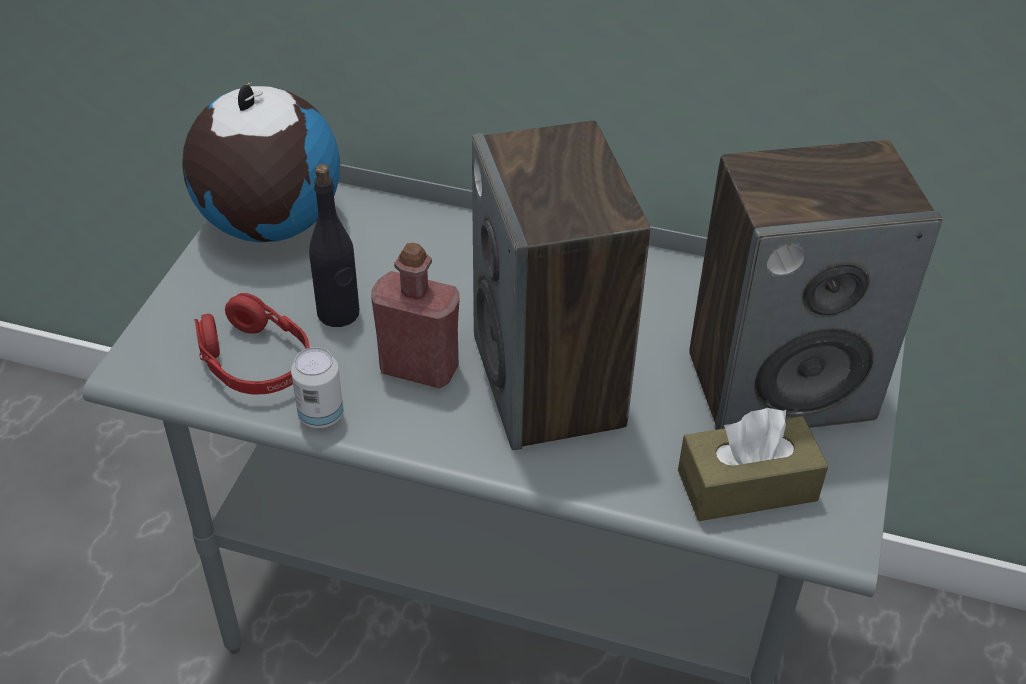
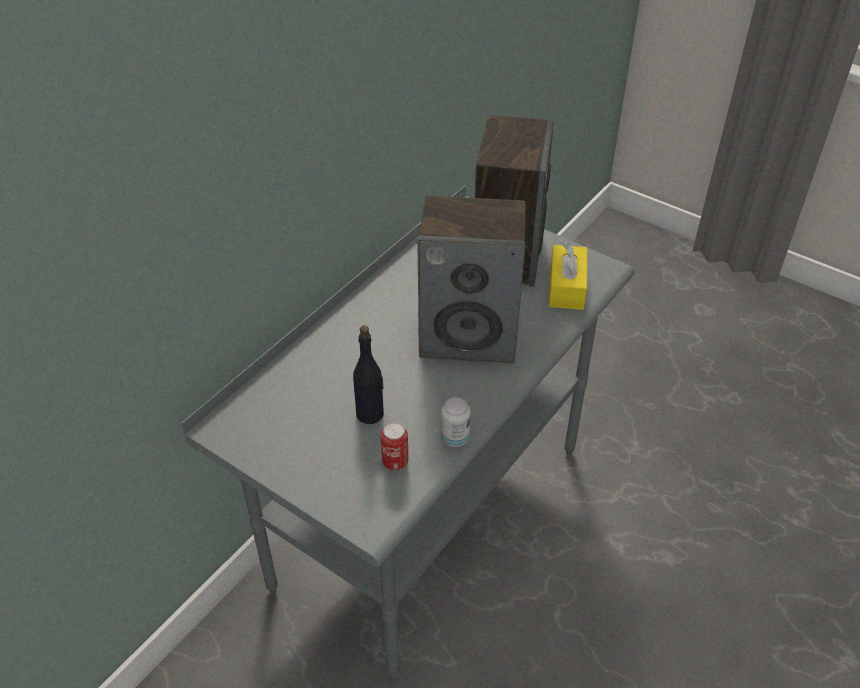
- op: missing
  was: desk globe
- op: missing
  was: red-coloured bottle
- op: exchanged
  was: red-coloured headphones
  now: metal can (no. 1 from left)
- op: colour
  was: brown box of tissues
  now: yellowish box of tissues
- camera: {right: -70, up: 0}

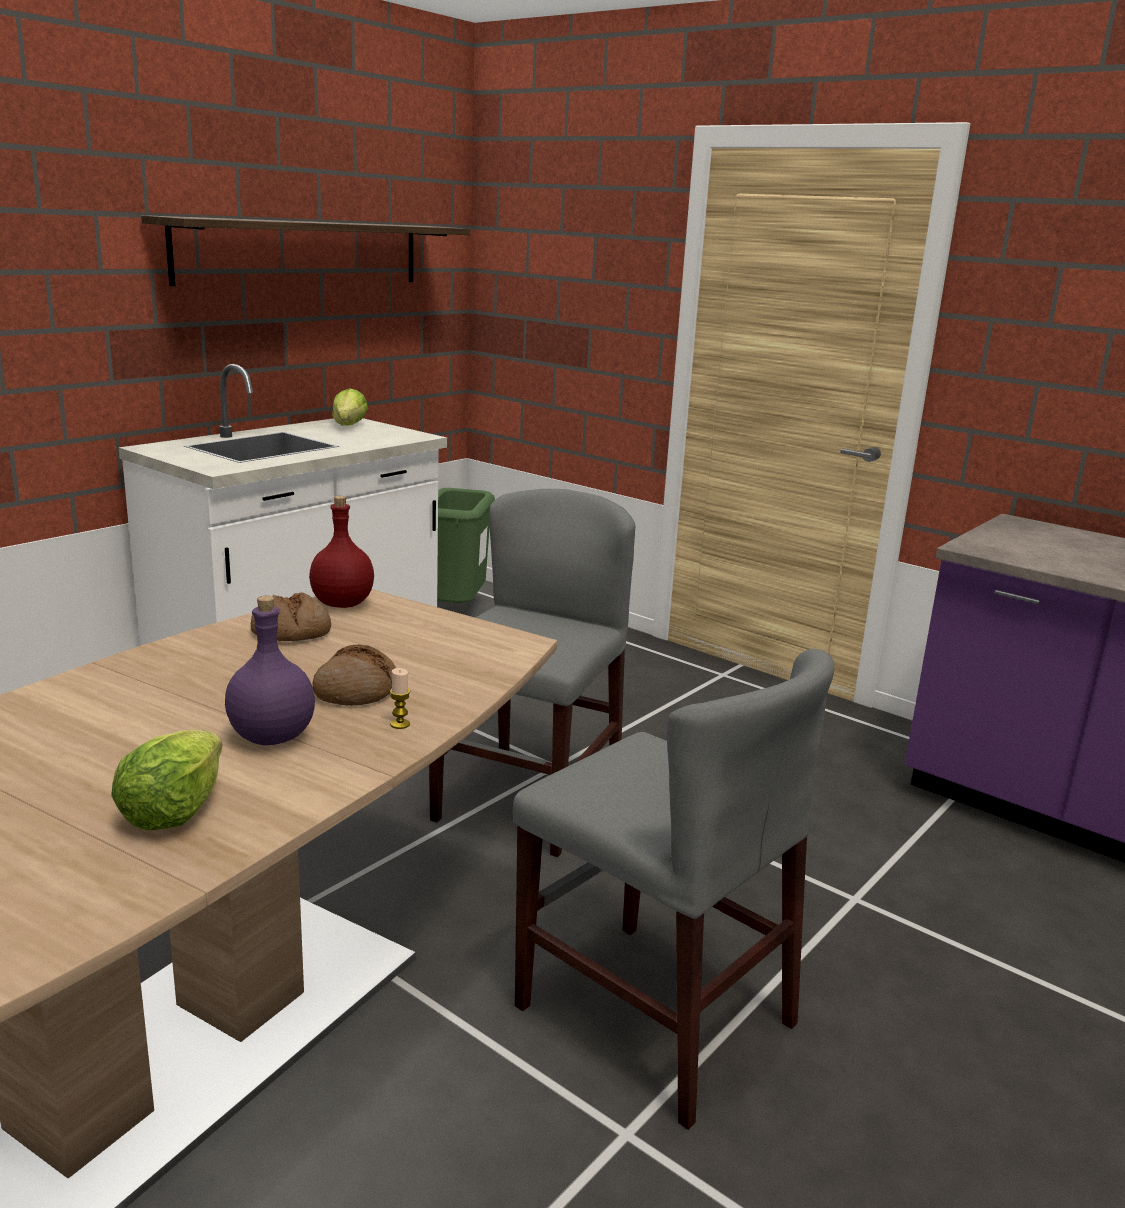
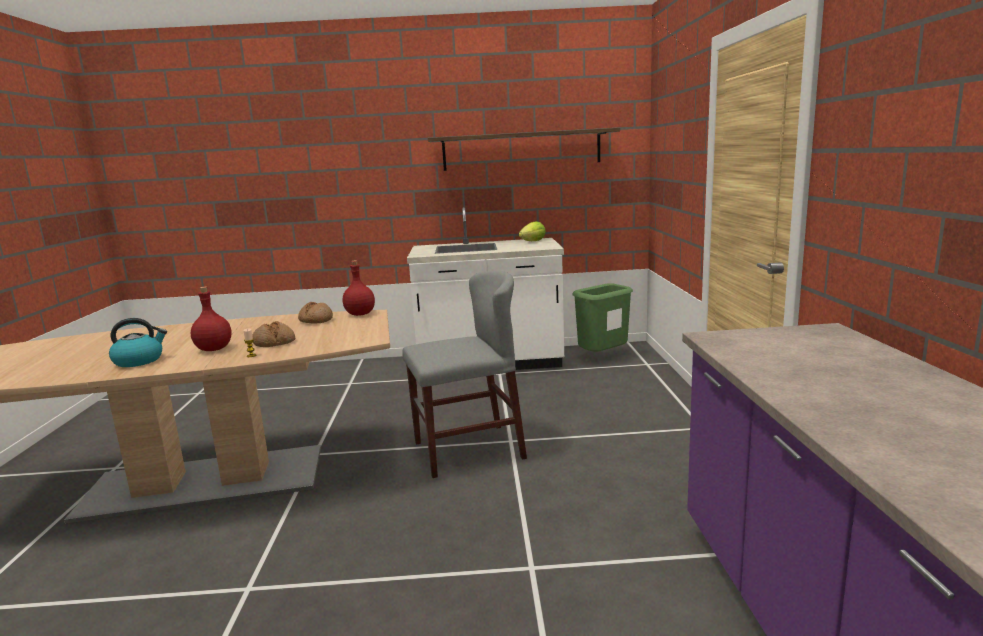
- op: missing
  was: grey chair (no. 2 from left)
- op: exchanged
  was: lettuce head (no. 1 from left)
  now: tea kettle
- op: colour
  was: purple-coloured bottle
  now: red-coloured bottle (no. 1 from left)
- camera: {right: 50, up: -5}

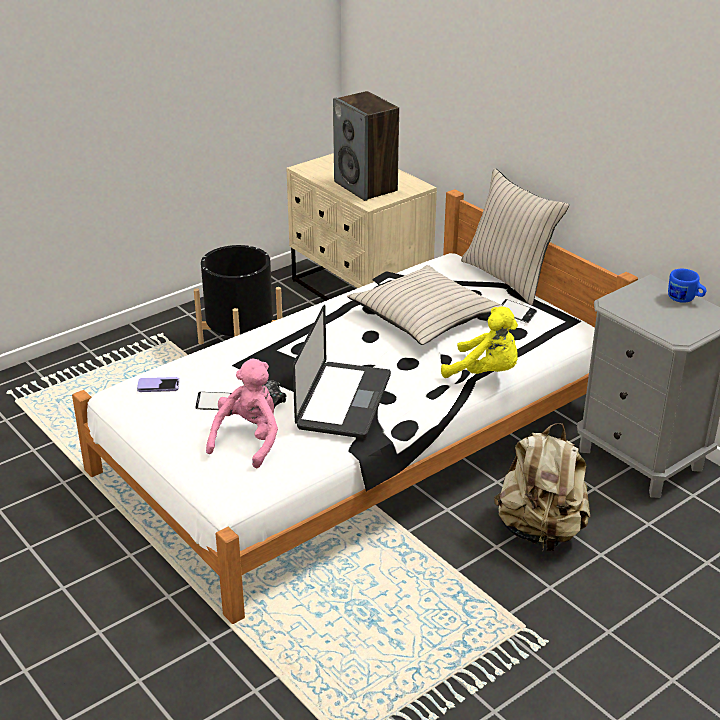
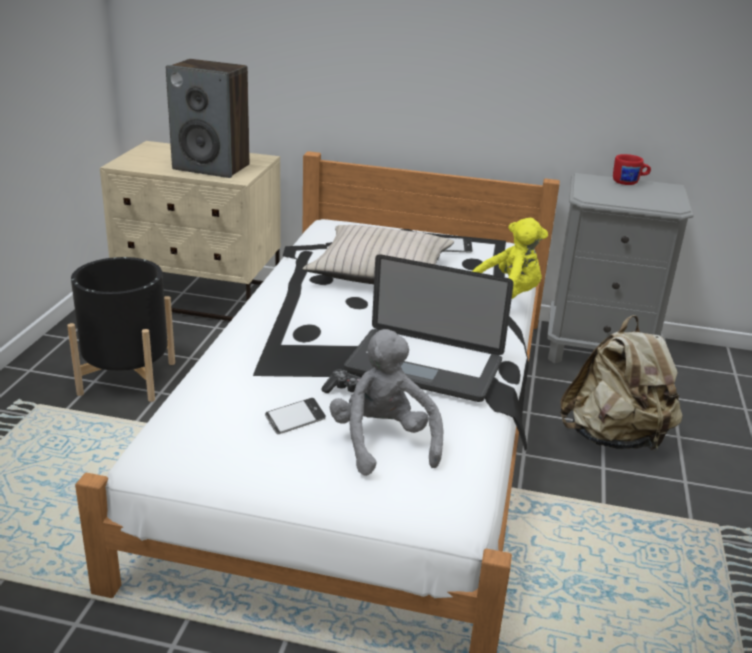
- op: missing
  was: handset (no. 1 from left)
- op: missing
  was: beige throw pillow (no. 2 from left)
- op: colour
  was: pink-coloured cuddly toy
  now: grey cuddly toy
- op: colour
  was: blue tea mug
  now: red-coloured tea mug
- op: spun
  was: notebook computer
  clockwise: 135
- camera: {right: -40, up: -5}

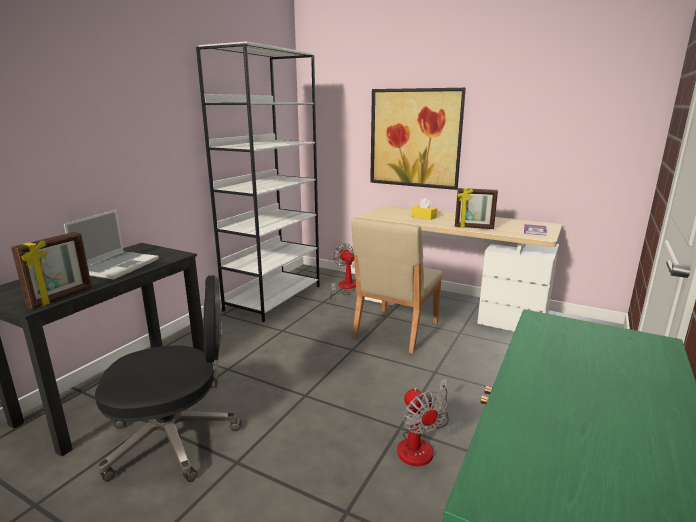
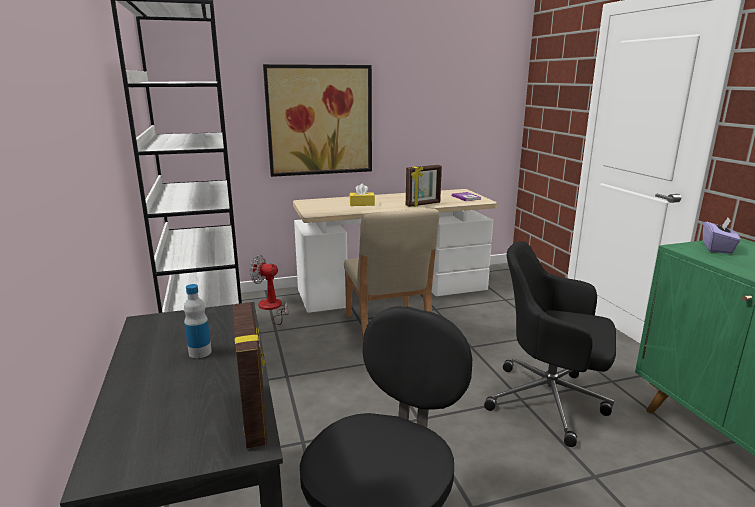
- op: appeared
  now: purple-coloured box of tissues
- op: exchanged
  was: notebook computer
  now: bottle
- op: exchanged
  was: cooling fan (no. 2 from left)
  now: blackish desk chair (no. 2 from left)
- camera: {right: -45, up: 0}

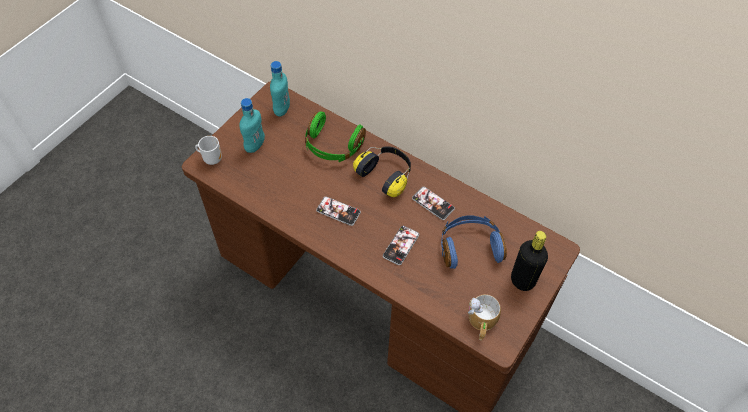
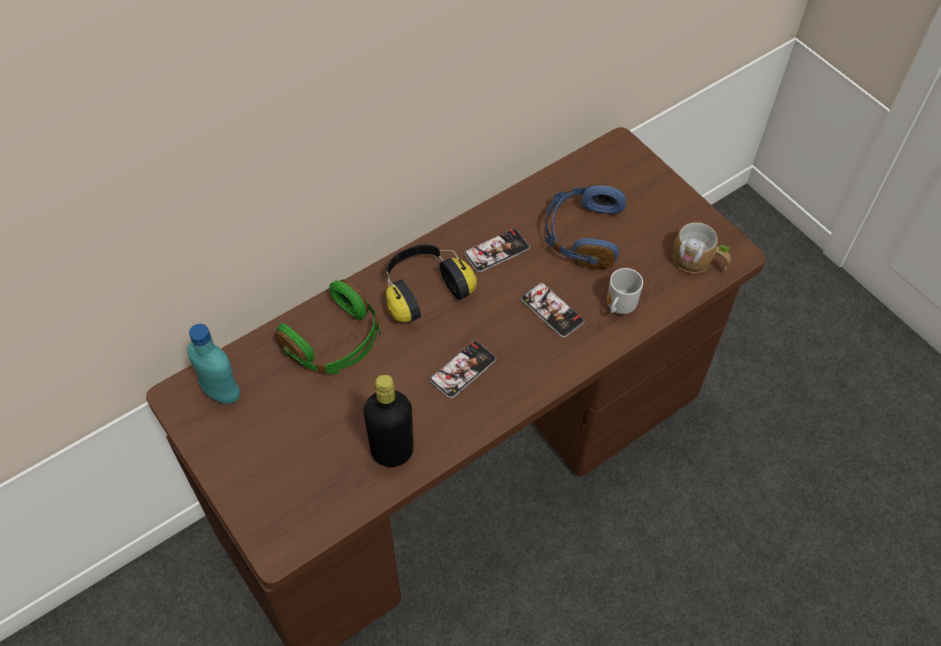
- op: missing
  was: turquoise bottle (no. 1 from left)
- op: relocated
  was: tea mug (no. 1 from left)
- op: relocated
  was: blackish bottle
- camera: {right: -70, up: 0}

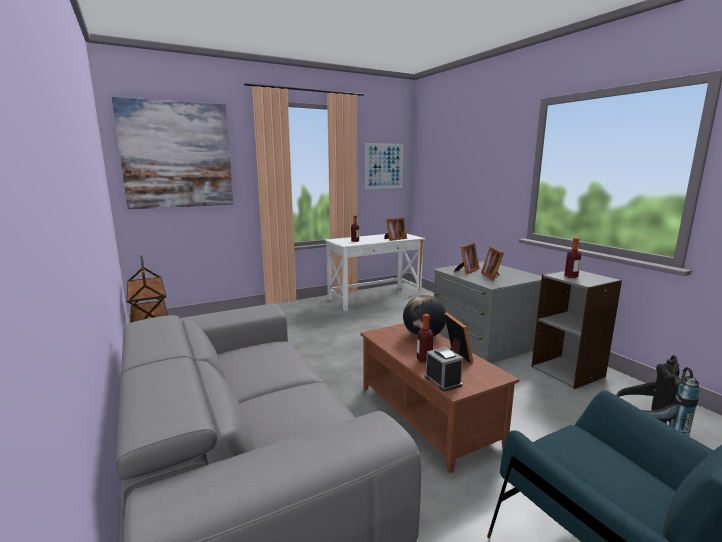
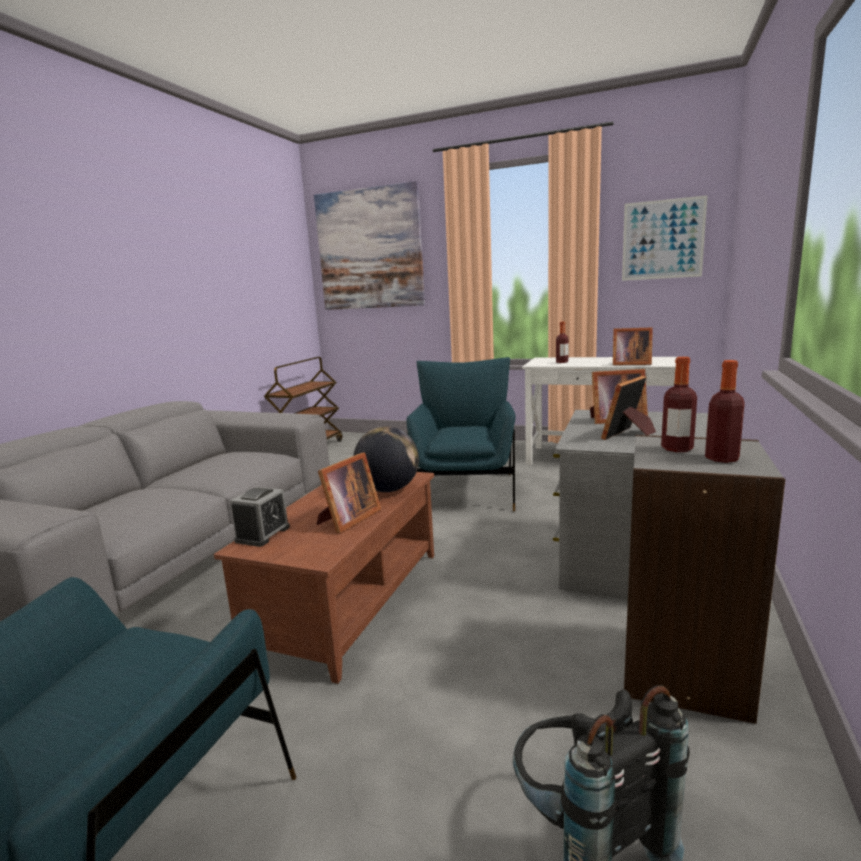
- op: appeared
  now: blue lounge chair (no. 2 from left)
- op: relocated
  was: bottle (no. 2 from left in the first image)
  now: bottle (no. 3 from left)
- camera: {right: 50, up: 0}

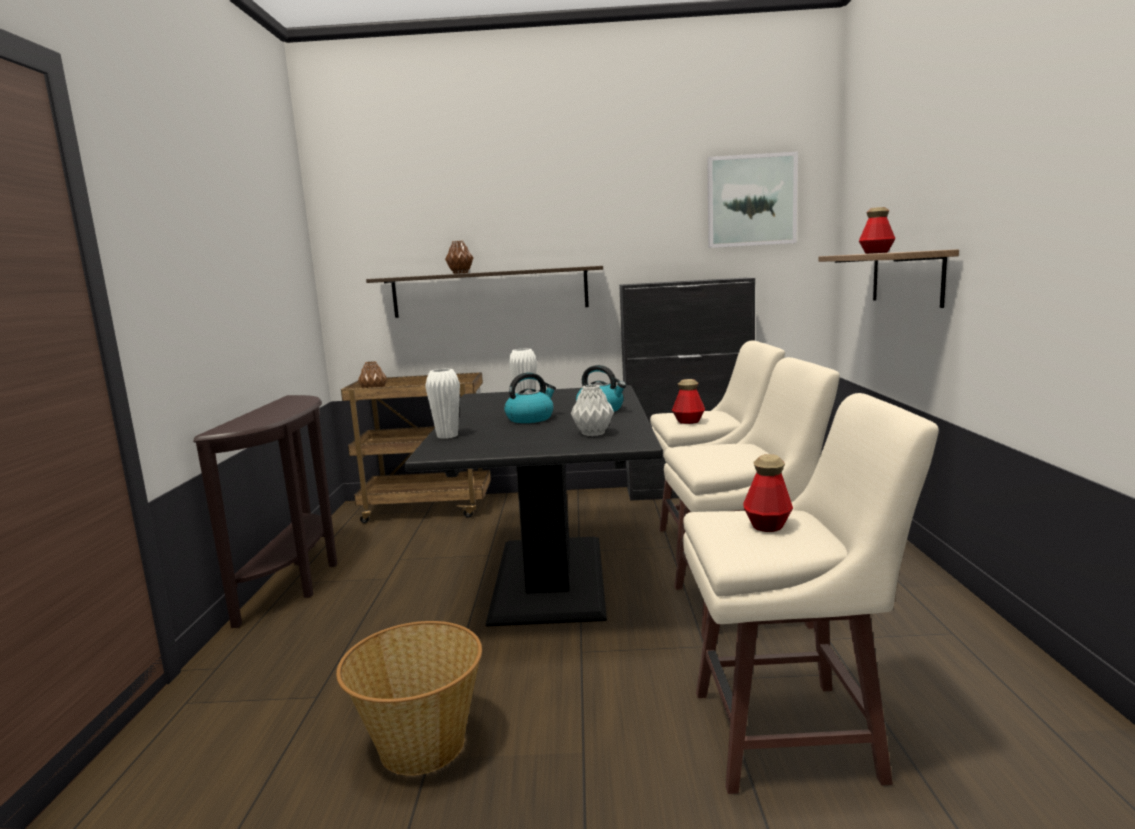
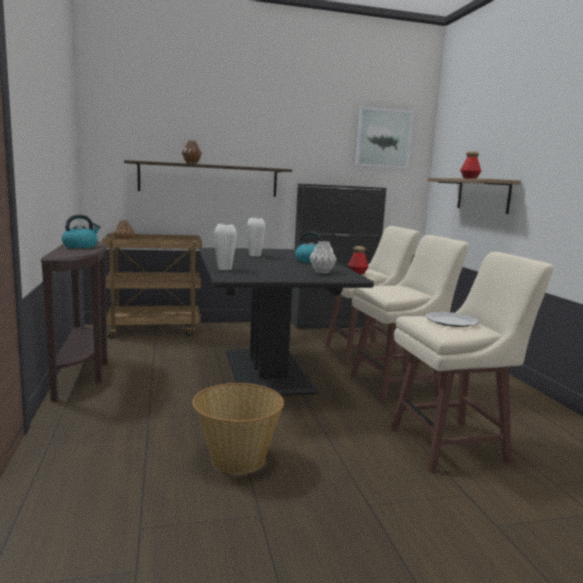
- op: relocated
  was: tea kettle (no. 1 from left)
- op: exchanged
  was: bottle (no. 2 from left)
  now: dinner plate
- camera: {right: -15, up: 0}

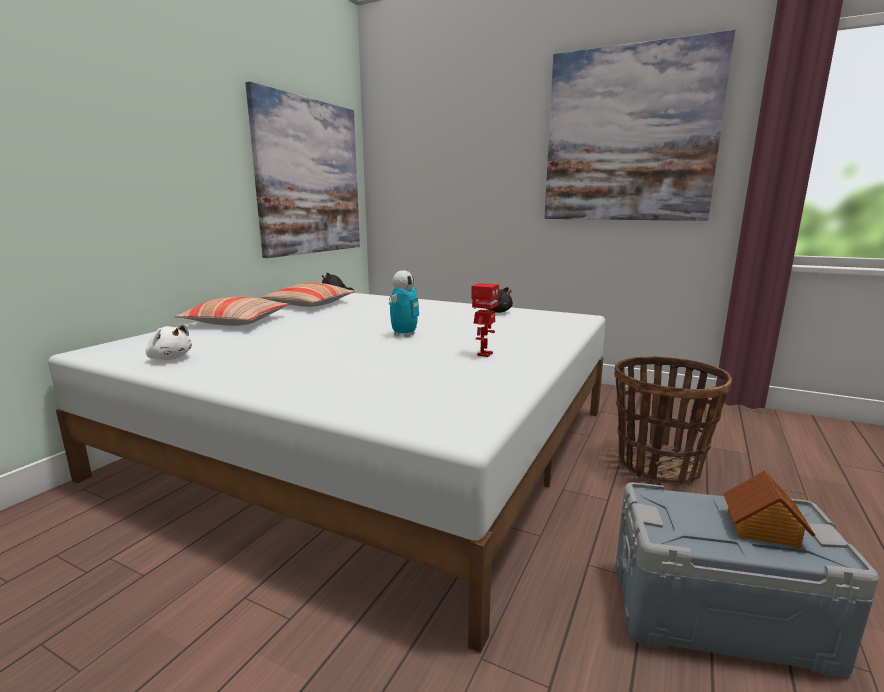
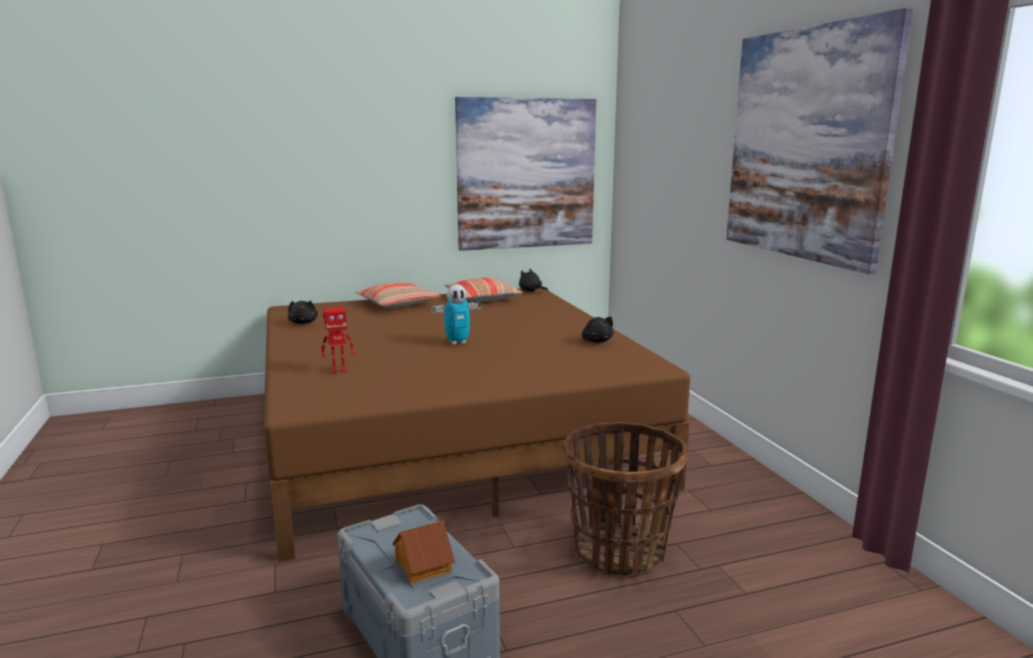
- op: relocated
  was: toy robot (no. 2 from left in the first image)
  now: toy robot (no. 1 from left)
- op: colour
  was: white-coloured sleeping bed
  now: brown sleeping bed
- op: colour
  was: white-coloured cuddly toy
  now: blackish cuddly toy (no. 1 from left)
- camera: {right: 45, up: 0}

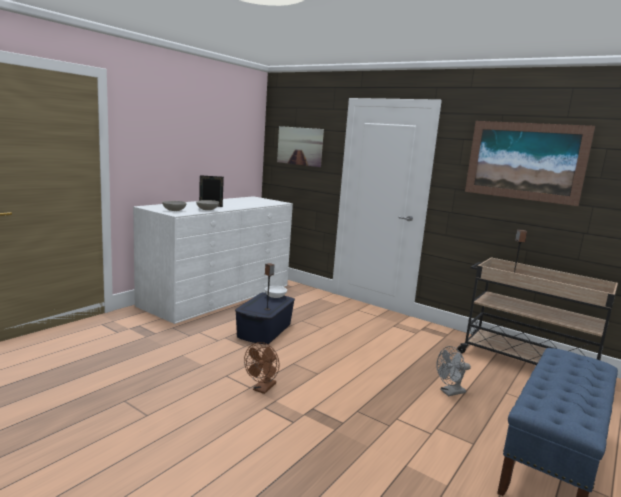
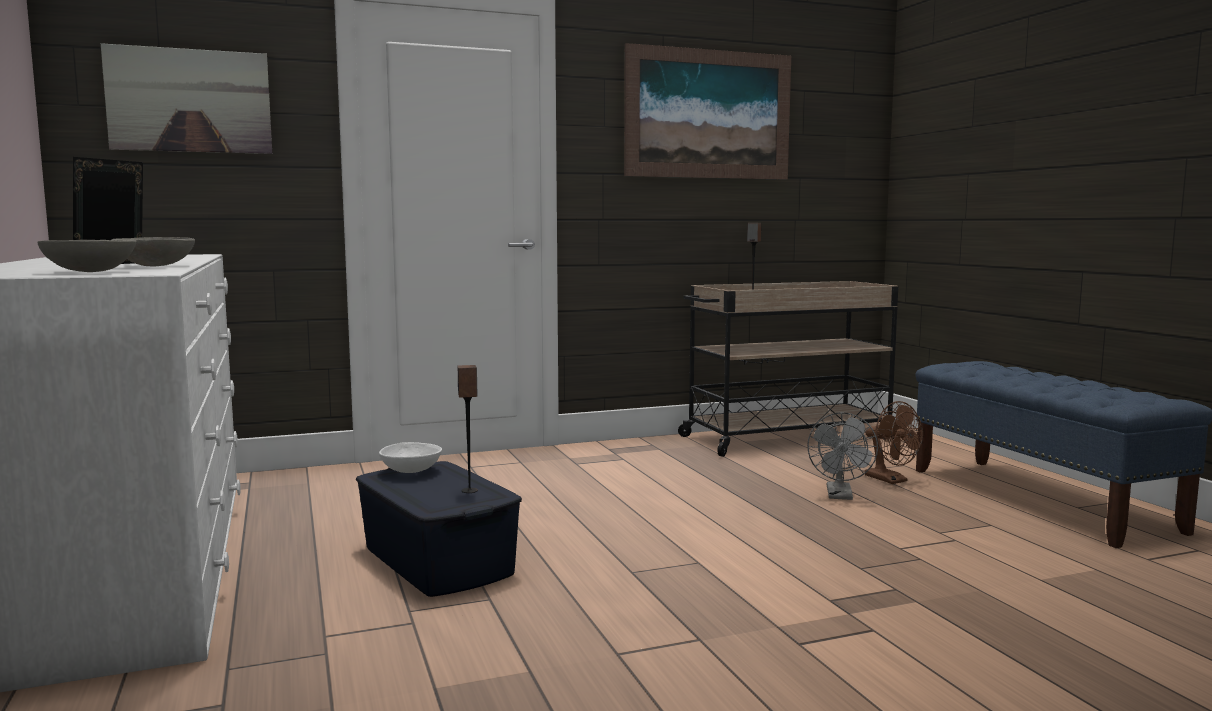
- op: relocated
  was: brown cooling fan
- camera: {right: -55, up: -5}

